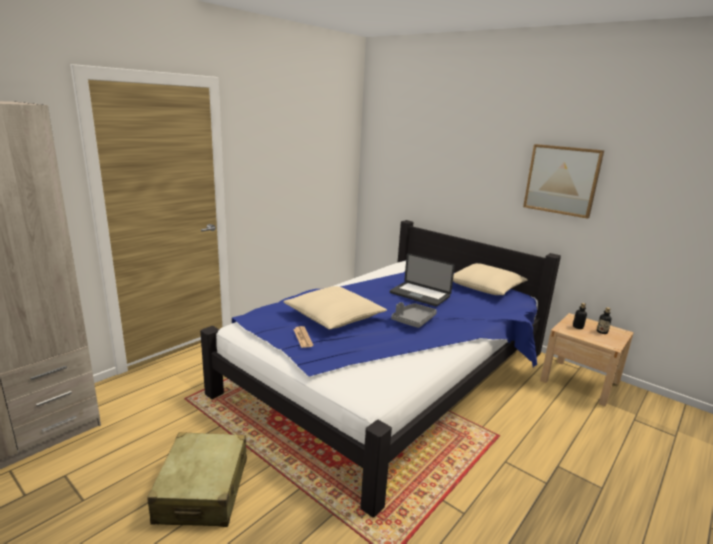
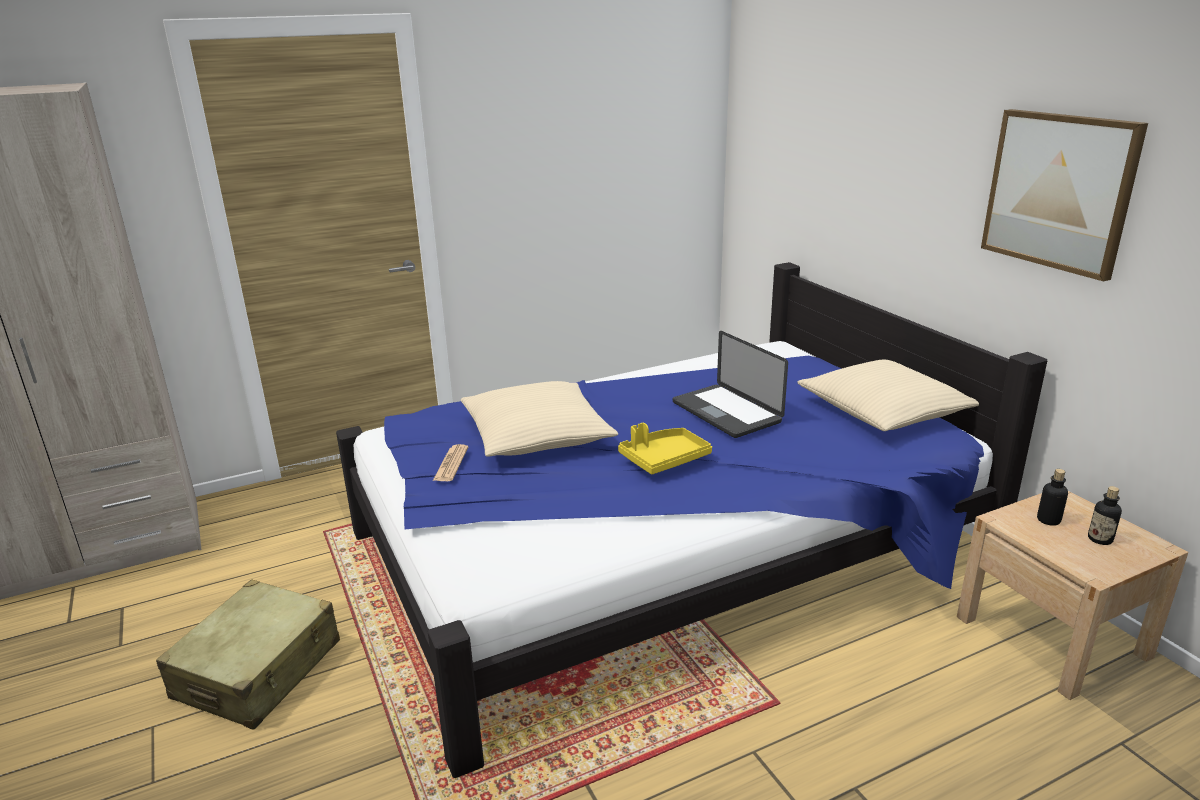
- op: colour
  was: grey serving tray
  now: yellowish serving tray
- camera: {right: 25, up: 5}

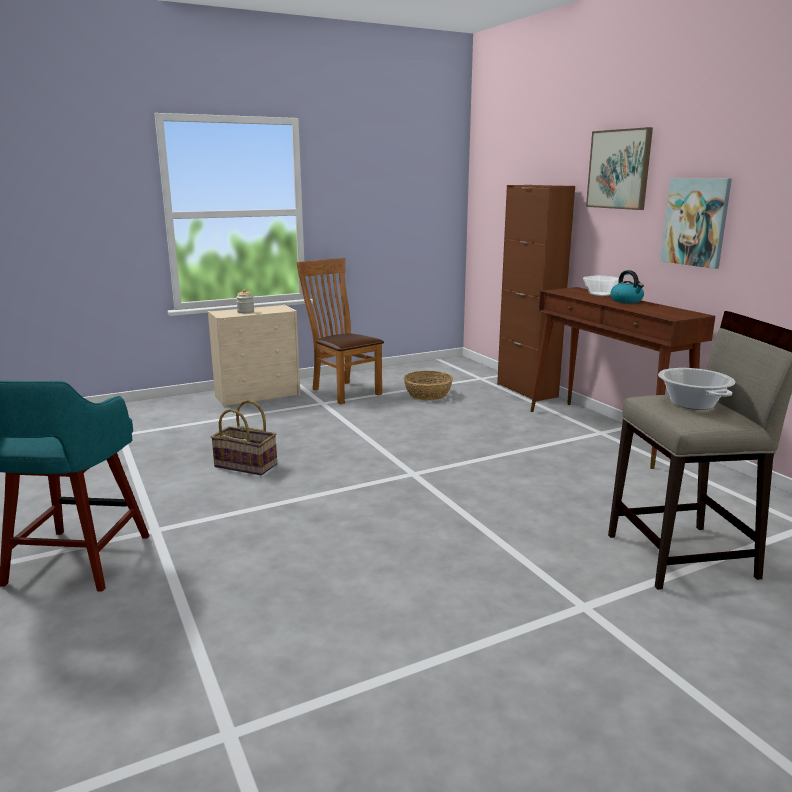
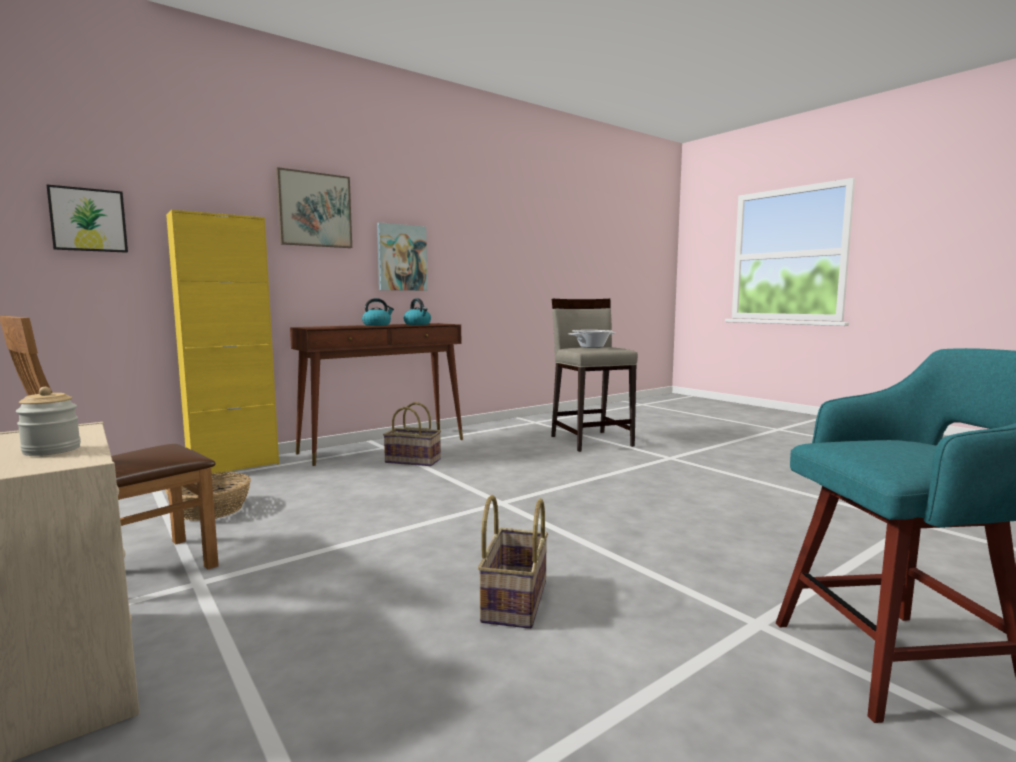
- op: missing
  was: serving bowl
- op: appeared
  now: wall picture (no. 1 from left)
- op: appeared
  now: basket (no. 2 from left)
- op: appeared
  now: tea kettle (no. 2 from left)
- op: colour
  was: brown cabinet
  now: yellowish cabinet
- camera: {right: -100, up: -10}

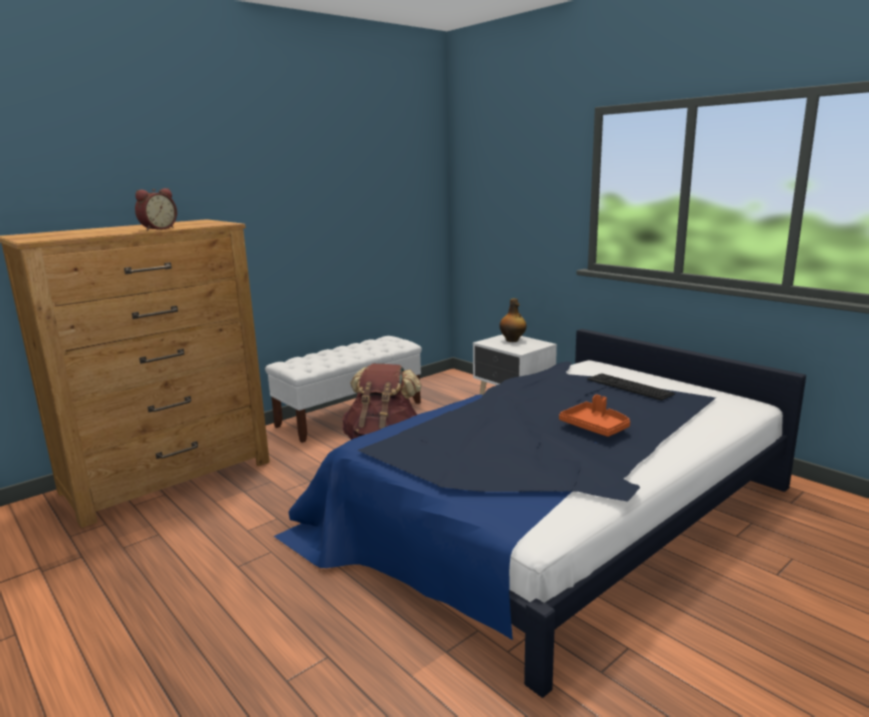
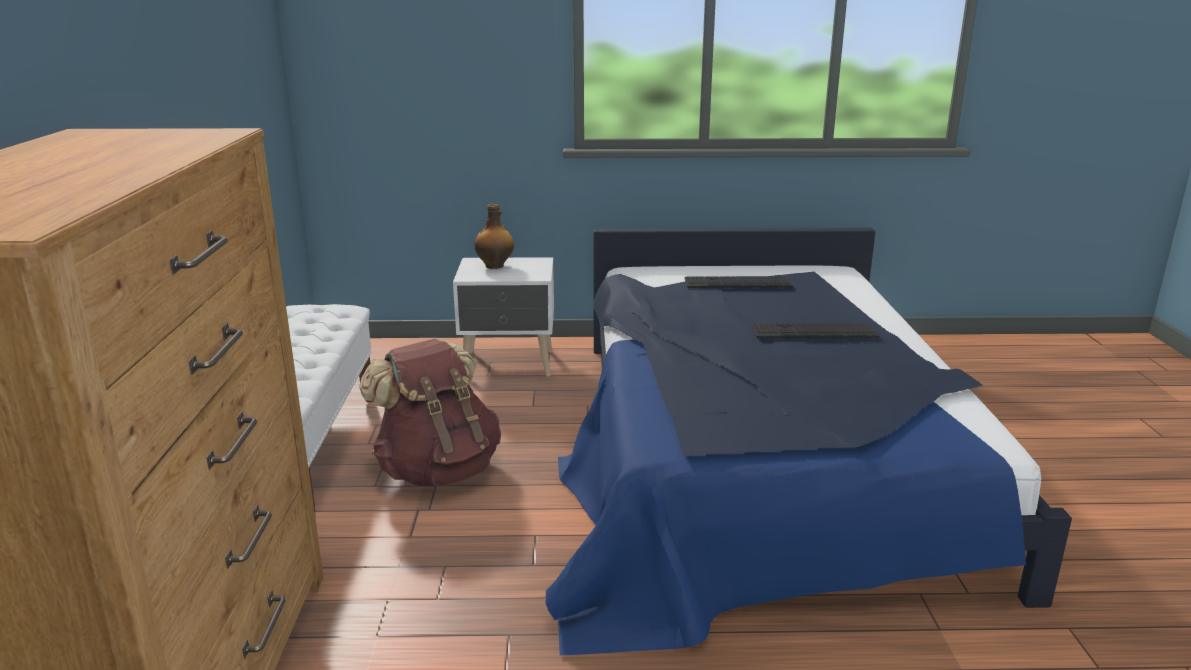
- op: missing
  was: alarm clock
- op: exchanged
  was: orange-coloured serving tray
  now: computer keyboard (no. 2 from left)
- camera: {right: -50, up: 5}

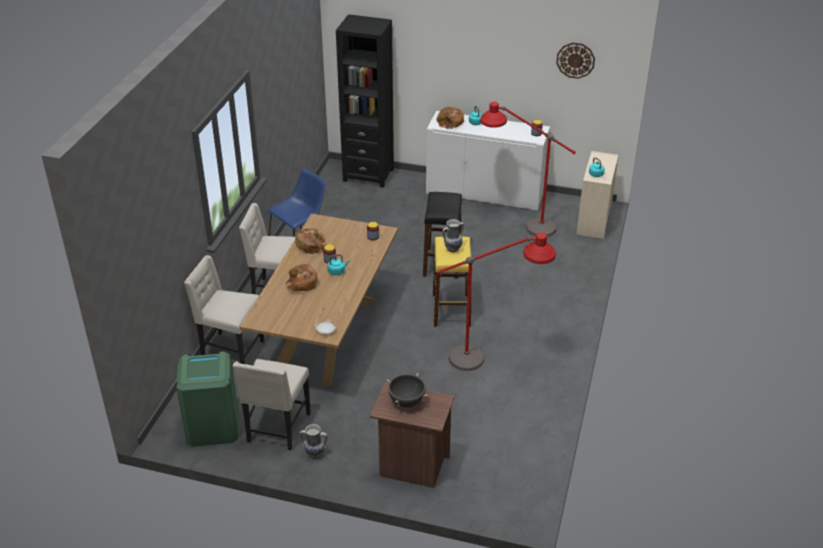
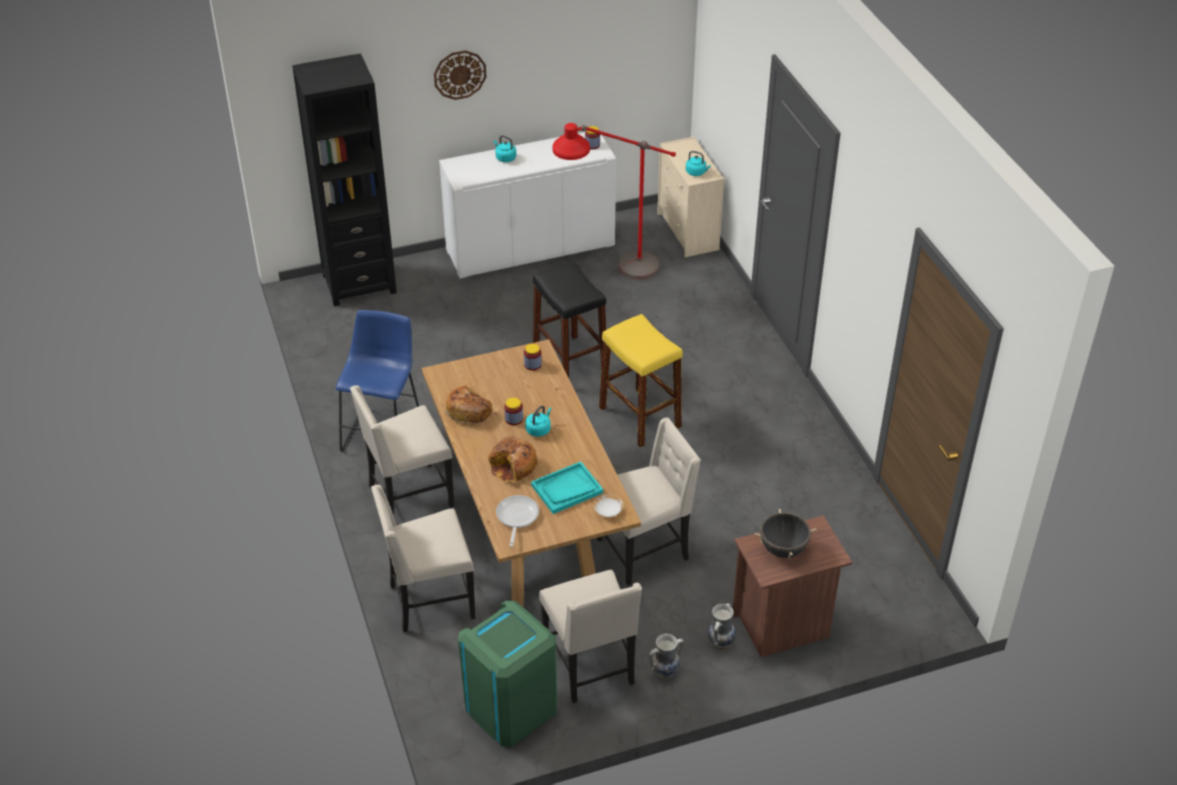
- op: missing
  was: bakery bread (no. 3 from left)
- op: missing
  was: red-coloured standing lamp (no. 1 from left)
- op: appeared
  now: skillet
- op: appeared
  now: turquoise serving tray
- op: appeared
  now: beige chair (no. 4 from left)
- op: relocated
  was: flower vase (no. 2 from left)
- op: relocated
  was: hanging clock
- camera: {right: -35, up: 5}

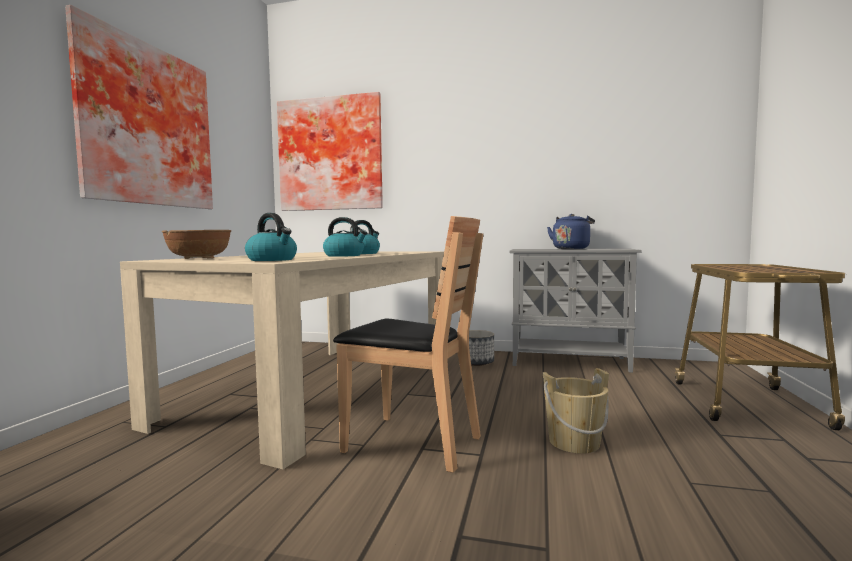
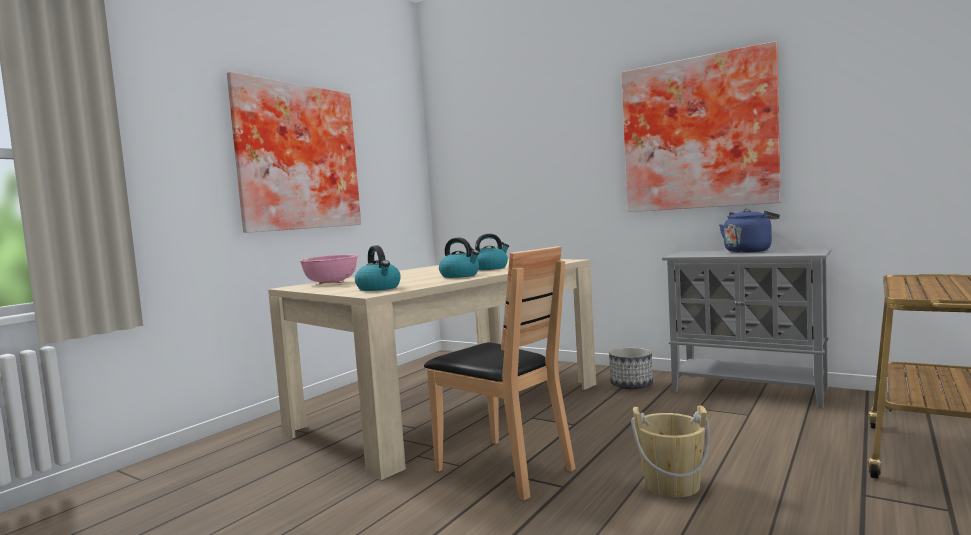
- op: relocated
  was: wall picture (no. 2 from left)
- op: colour
  was: brown serving bowl
  now: pink-coloured serving bowl
- camera: {right: 20, up: 0}

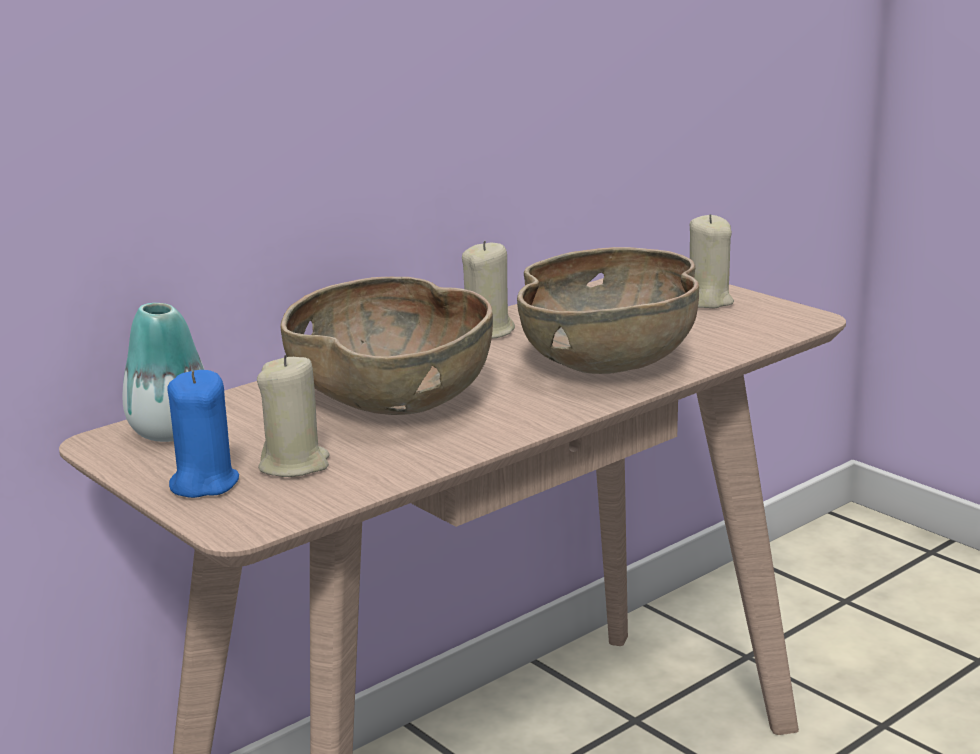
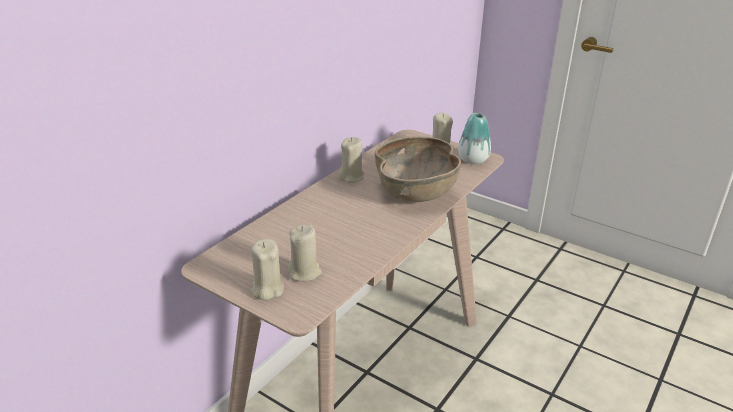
- op: missing
  was: brown serving bowl (no. 1 from left)
- op: relocated
  was: flower vase
- op: colour
  was: blue wax light
  now: beige wax light (no. 1 from left)
- camera: {right: -15, up: 10}

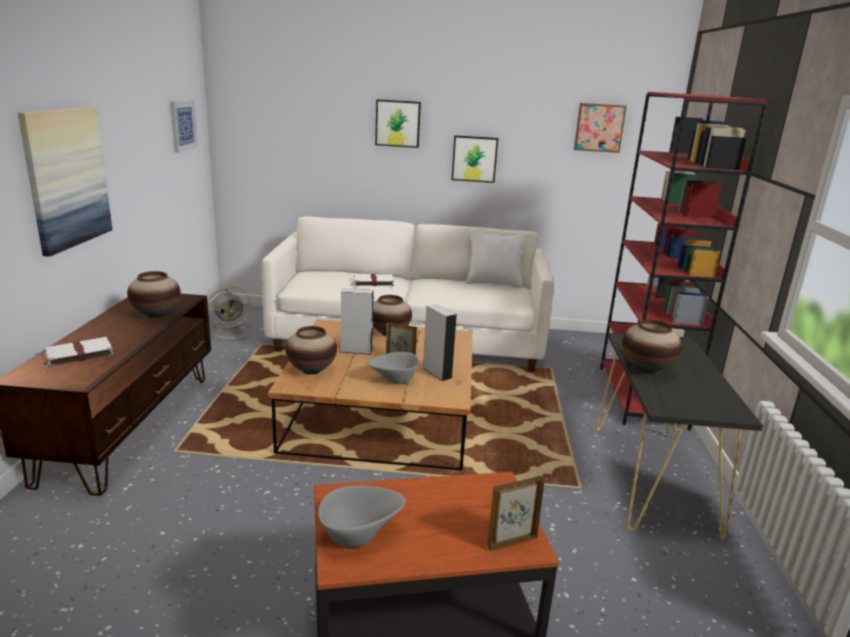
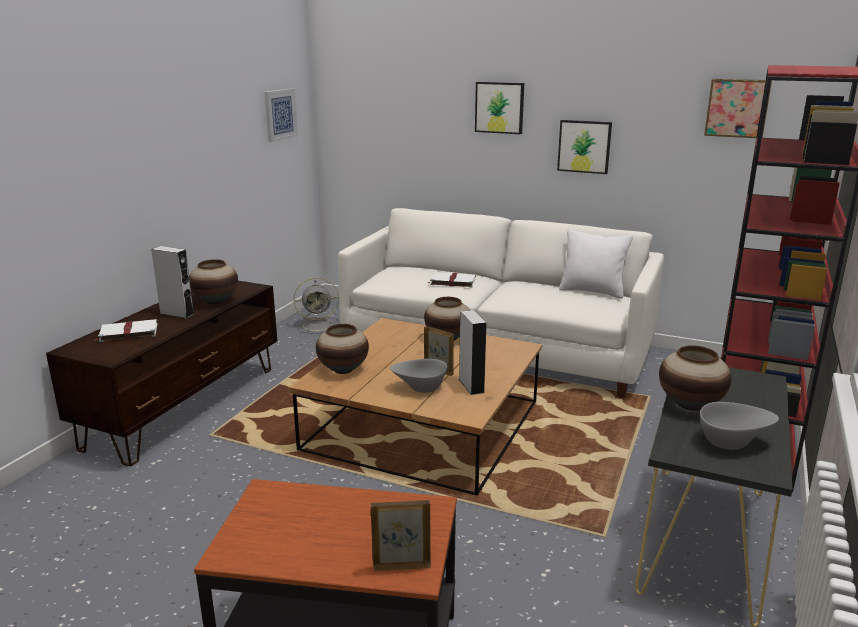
- op: missing
  was: wall picture (no. 1 from left)
- op: relocated
  was: grey serving bowl (no. 1 from left in the first image)
  now: grey serving bowl (no. 2 from left)
- op: relocated
  was: grey loudspeaker (no. 1 from left)
- camera: {right: 20, up: 0}

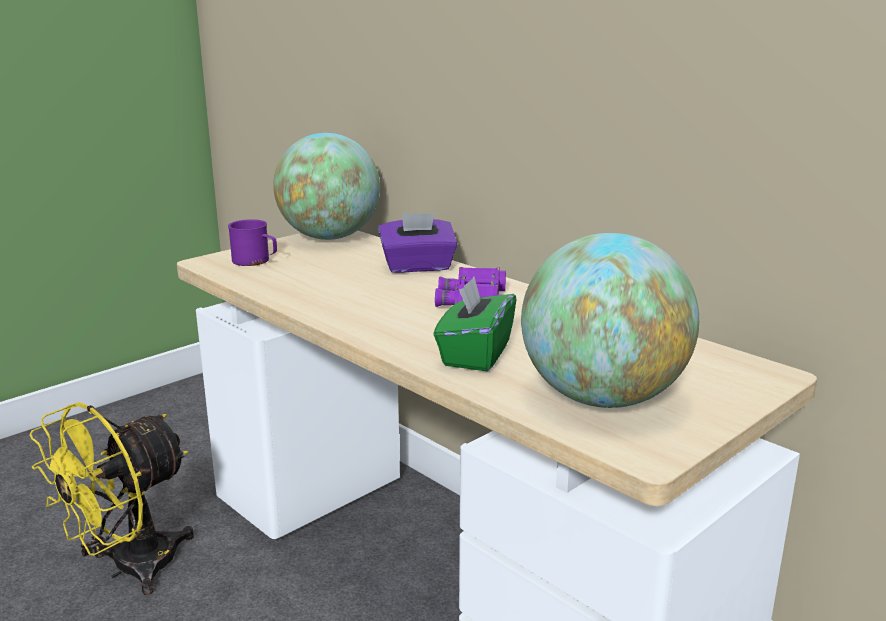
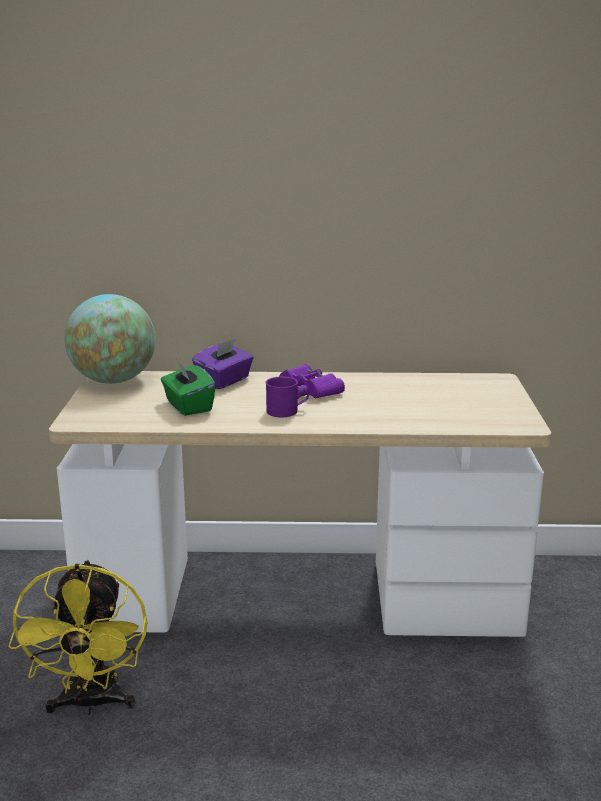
- op: missing
  was: desk globe (no. 2 from left)
- op: relocated
  was: purple-coloured tea mug
- op: relocated
  was: green box of tissues
- camera: {right: -45, up: 0}

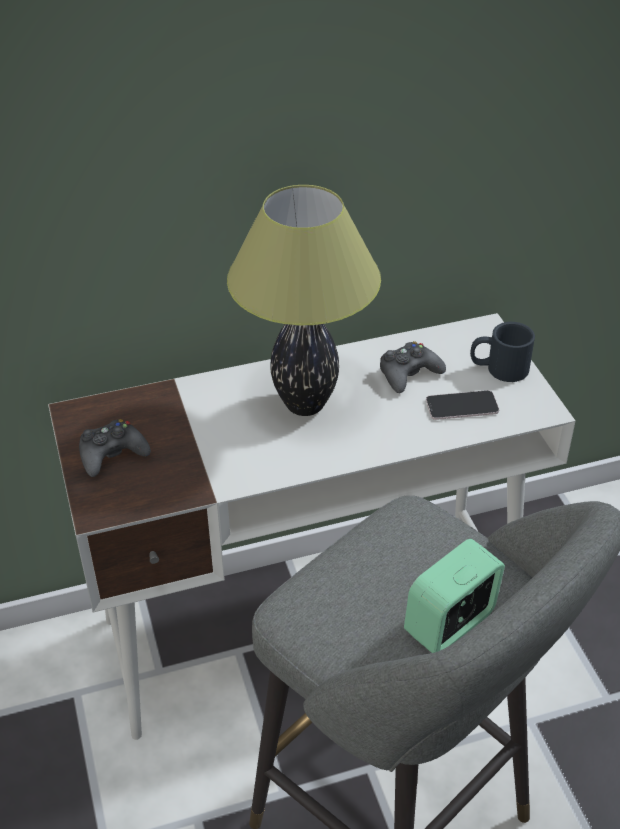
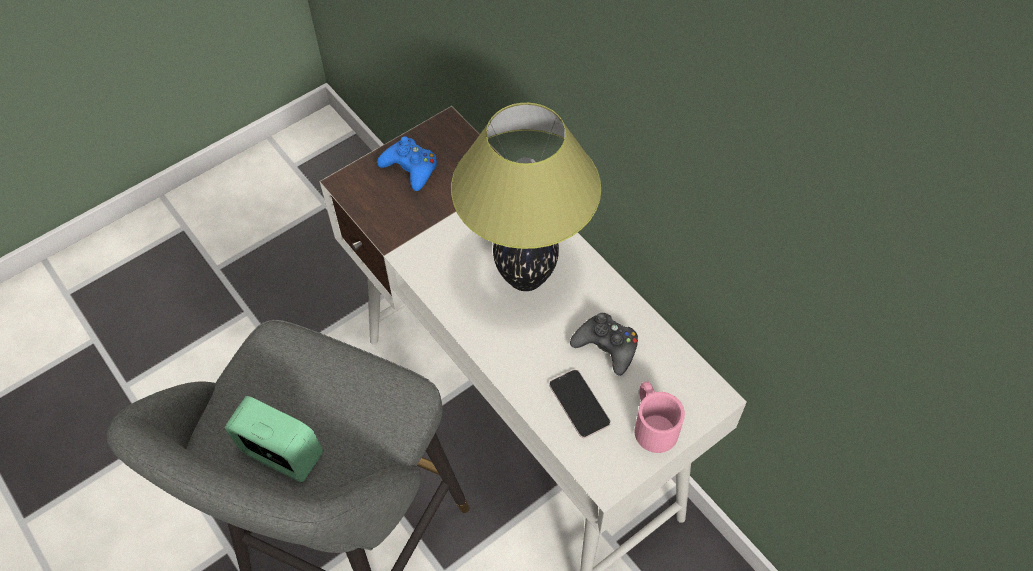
- op: colour
  was: blackish joypad (no. 1 from left)
  now: blue joypad
- op: colour
  was: blackish tea mug
  now: pink-coloured tea mug
- camera: {right: 70, up: 15}

